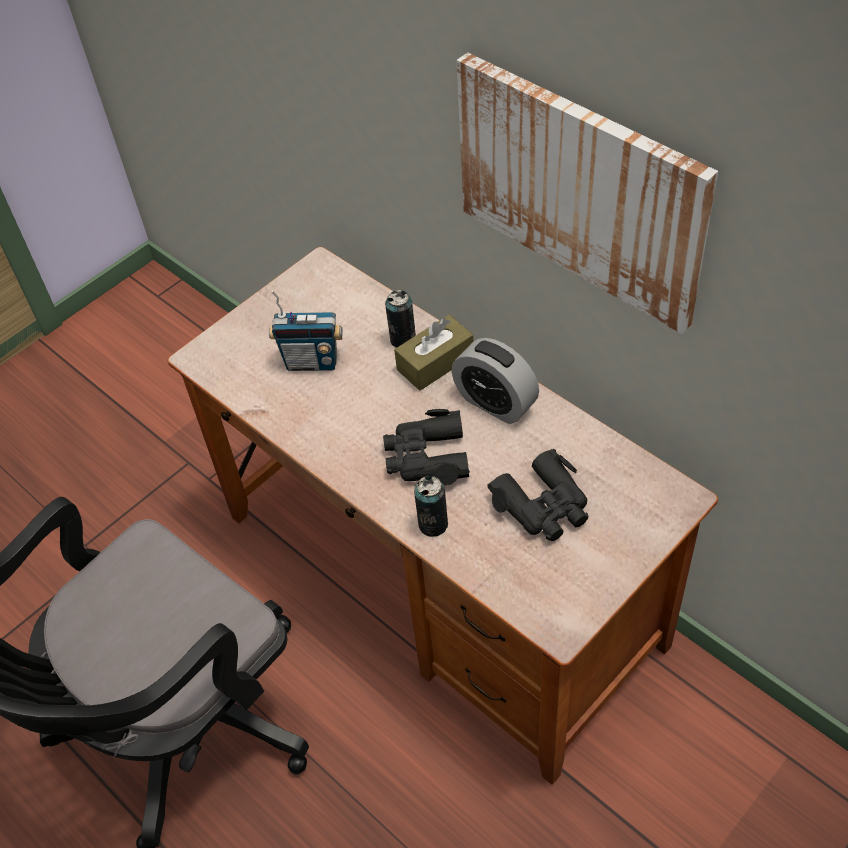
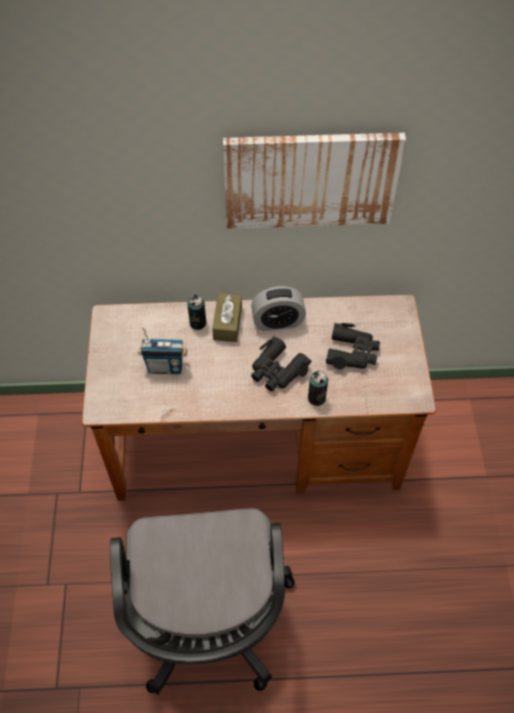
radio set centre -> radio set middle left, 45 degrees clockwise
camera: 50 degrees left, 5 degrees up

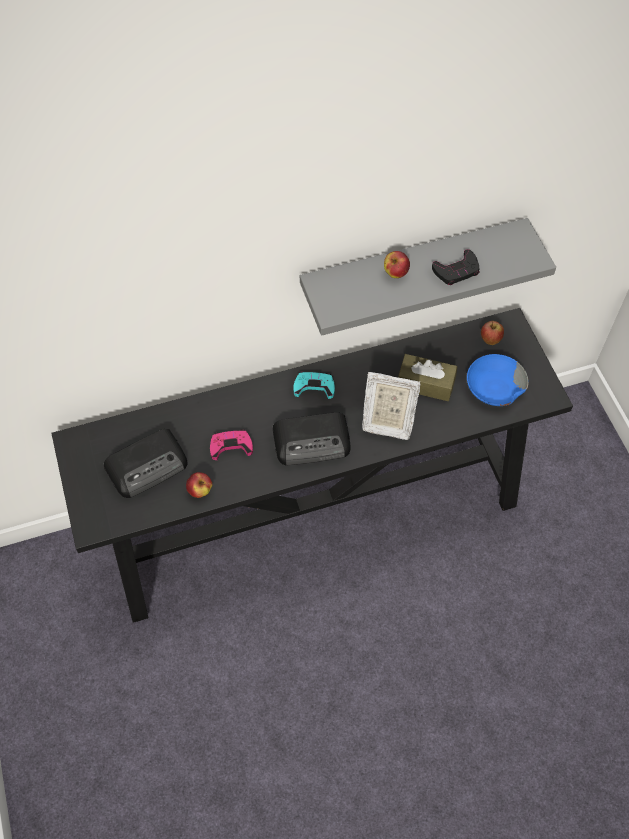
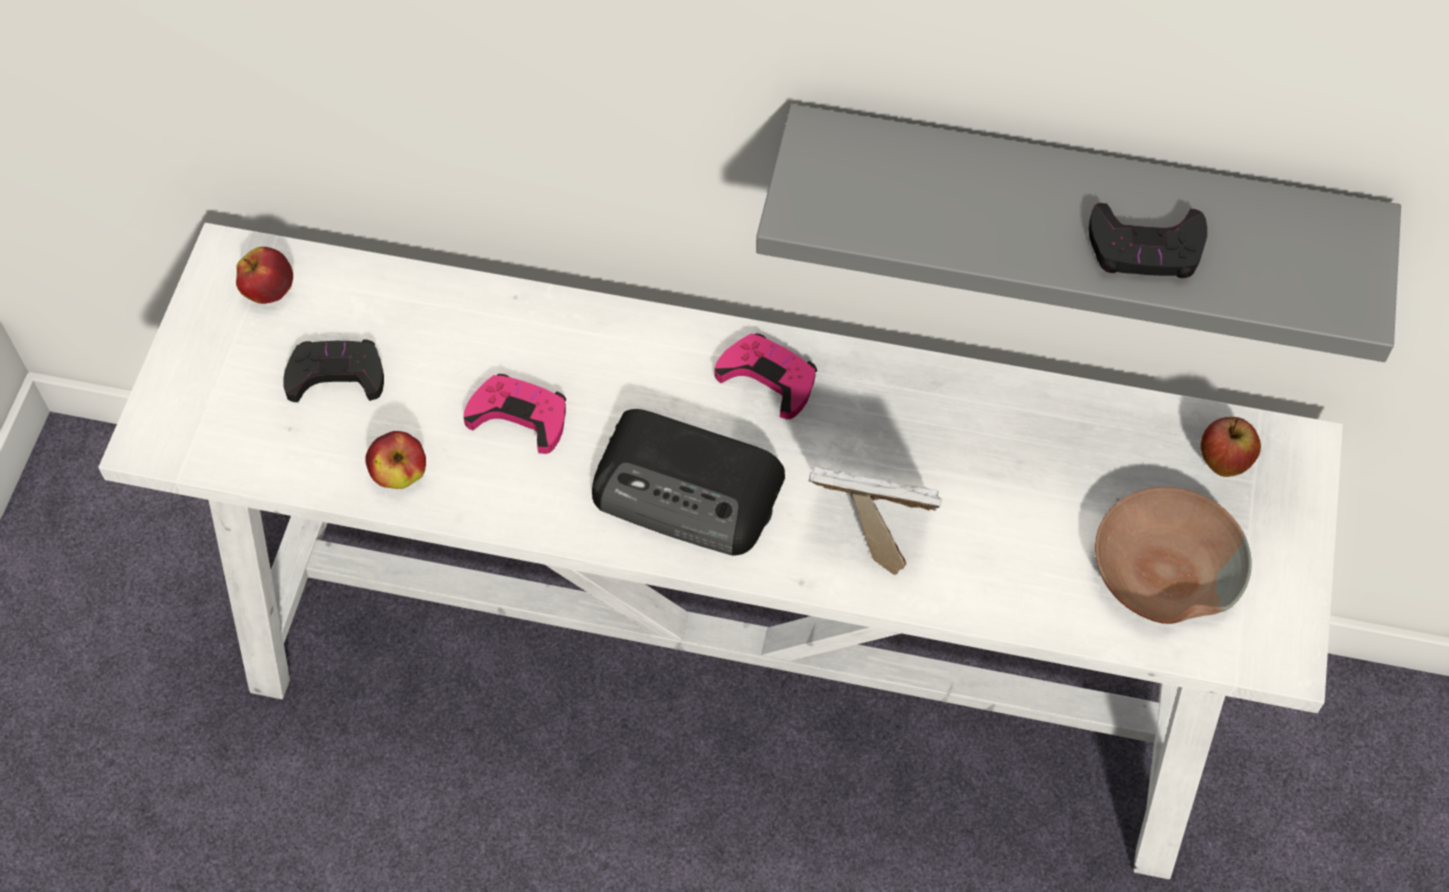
brown-coloured box of tissues middle right -> none
apple fruit (no. 2 from left in the first image) top centre -> apple fruit (no. 1 from left) top left, relocated
radio set (no. 1 from left) middle left -> black-coloured gamepad (no. 1 from left) middle left
black-coloured hall table centre -> white hall table centre
turquoise-coloured gamepad centre -> pinkish gamepad (no. 2 from left) centre
blue-coloured deep dish middle right -> brown-coloured deep dish middle right
standing frame centre, 150 degrees clockwise
camera: 30 degrees right, 0 degrees up

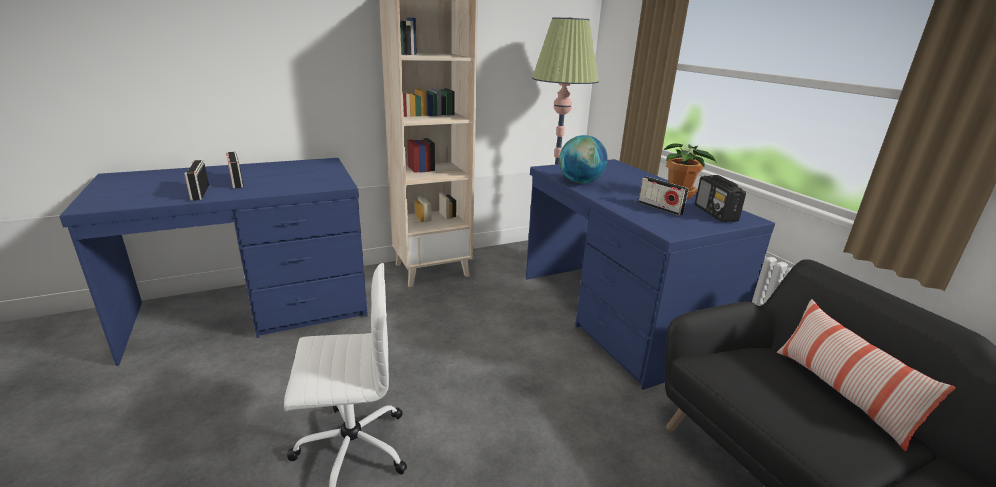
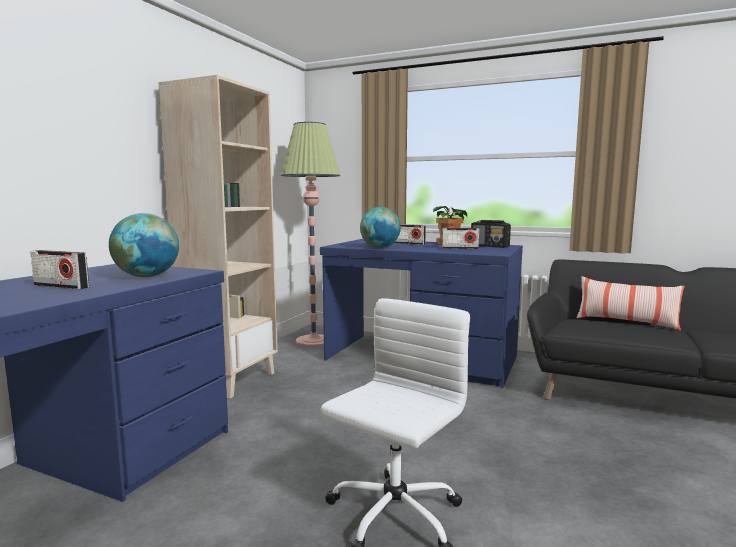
none -> desk globe (no. 1 from left) middle left
radio set (no. 1 from left in the first image) middle left -> radio set (no. 2 from left) centre, relocated
camera: 40 degrees left, 15 degrees down

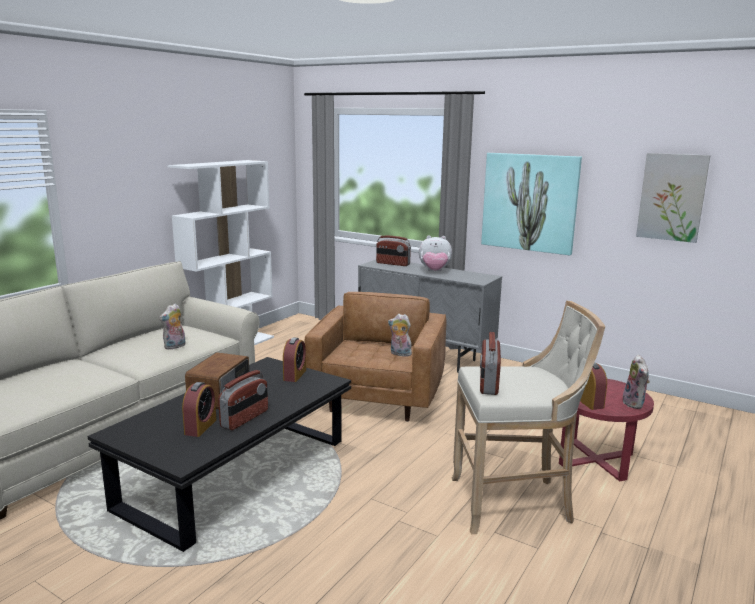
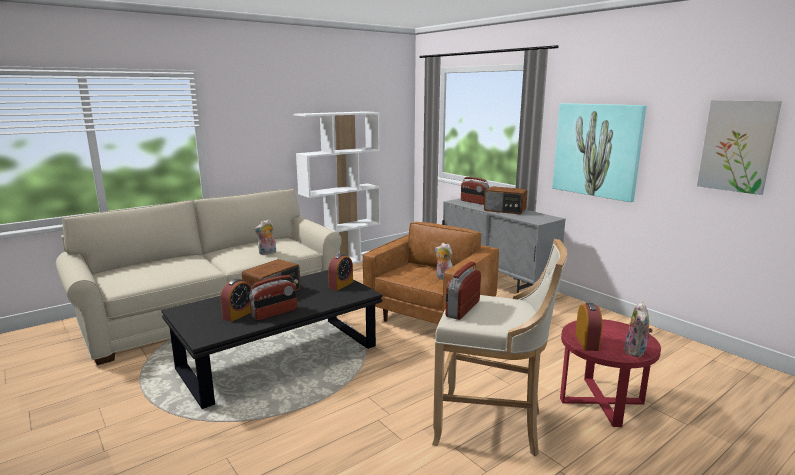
plush toy (no. 3 from left) centre -> radio set (no. 5 from left) centre
camera: 20 degrees right, 0 degrees up

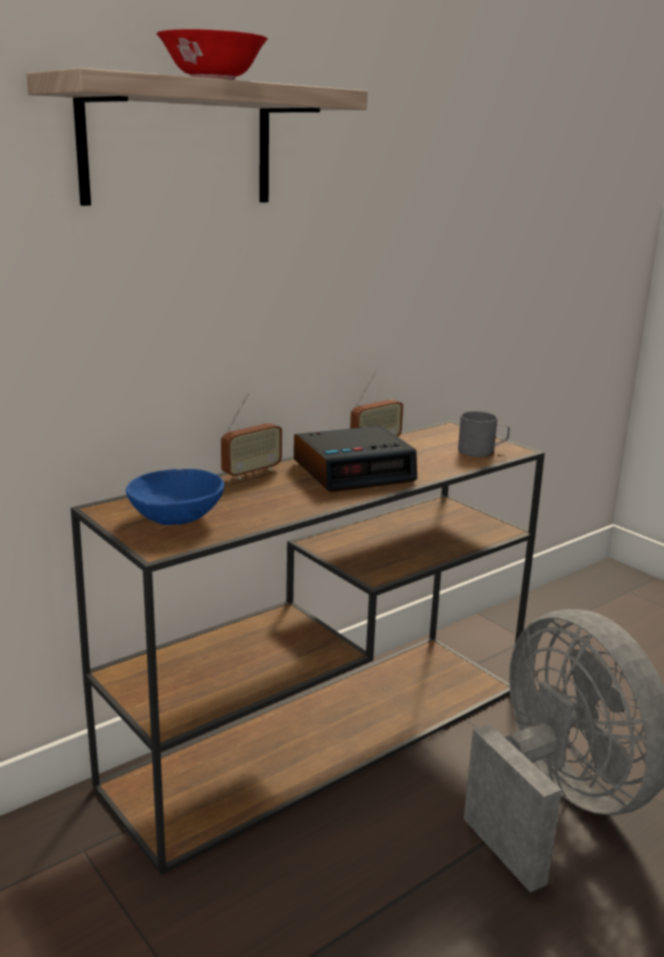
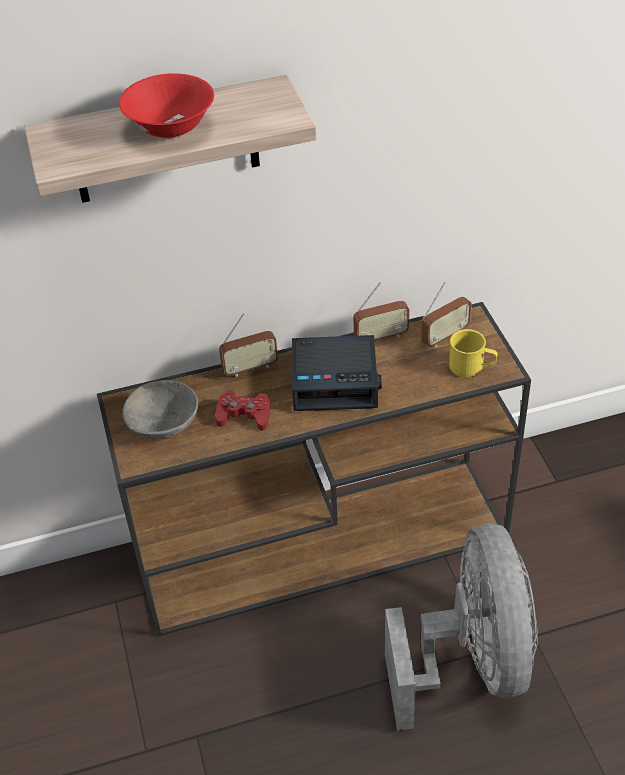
none -> reddish gamepad centre
none -> radio set (no. 3 from left) middle right
blue-coloured deep dish middle left -> gray deep dish middle left
gray tea mug middle right -> yellow-coloured tea mug middle right
camera: 25 degrees right, 25 degrees up

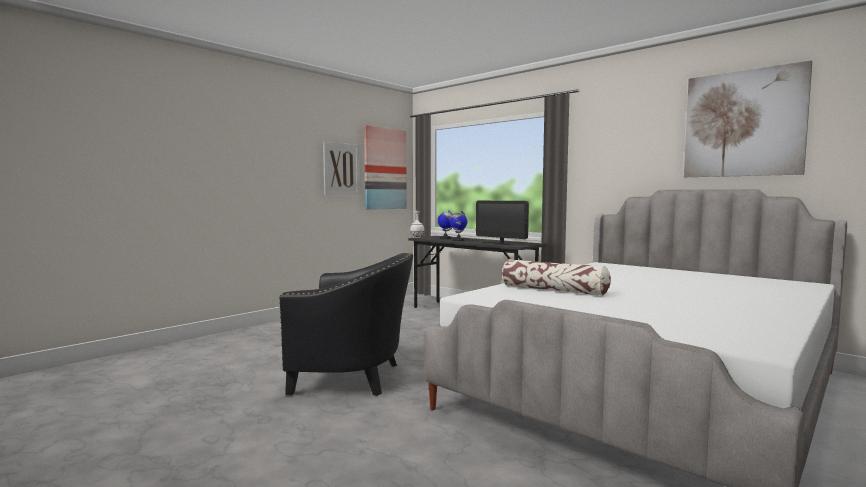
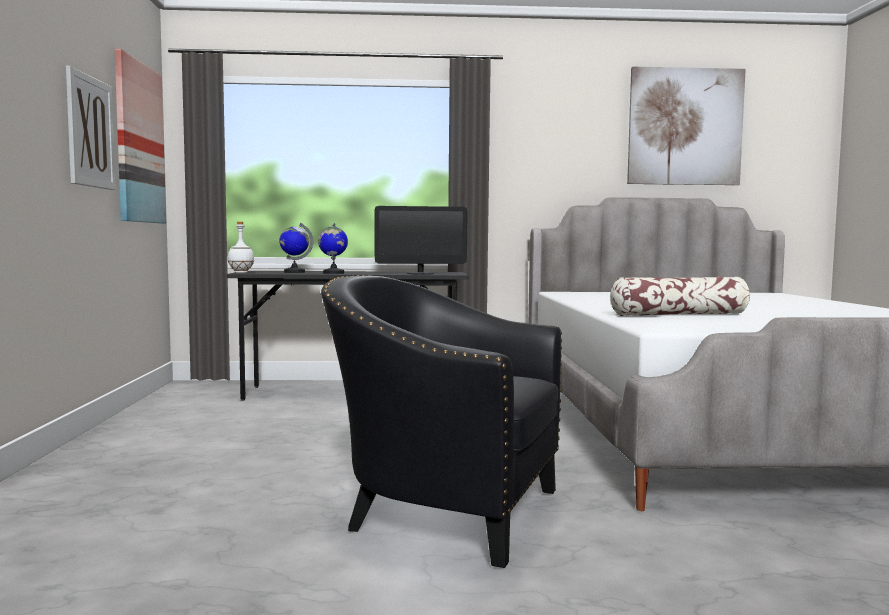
black-coloured lounge chair centre -> black-coloured lounge chair bottom centre, 120 degrees counterclockwise
camera: 45 degrees left, 0 degrees up

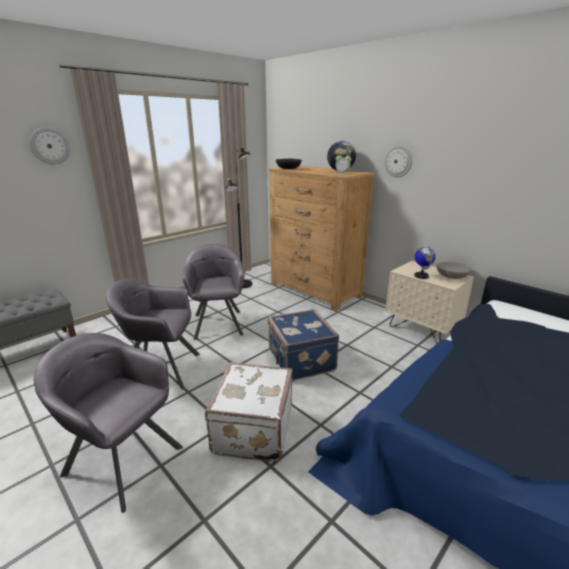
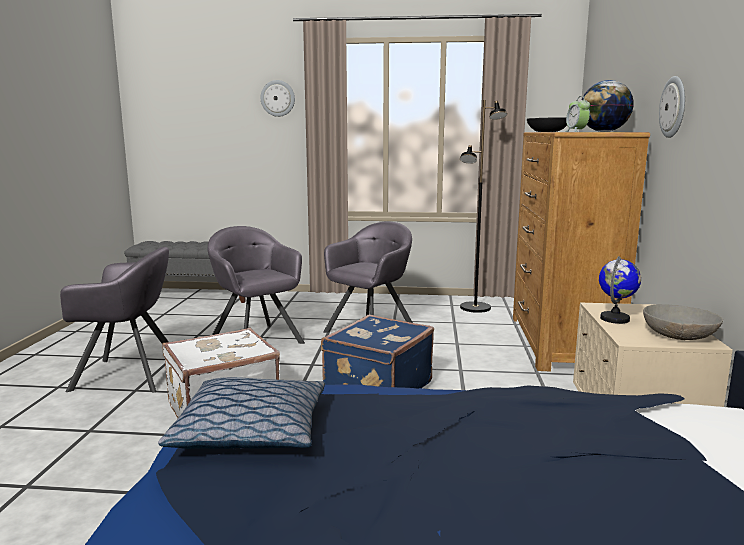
none -> throw pillow bottom left
gray lounge chair (no. 1 from left) bottom left -> gray lounge chair (no. 1 from left) middle left, 105 degrees clockwise
camera: 50 degrees right, 10 degrees down

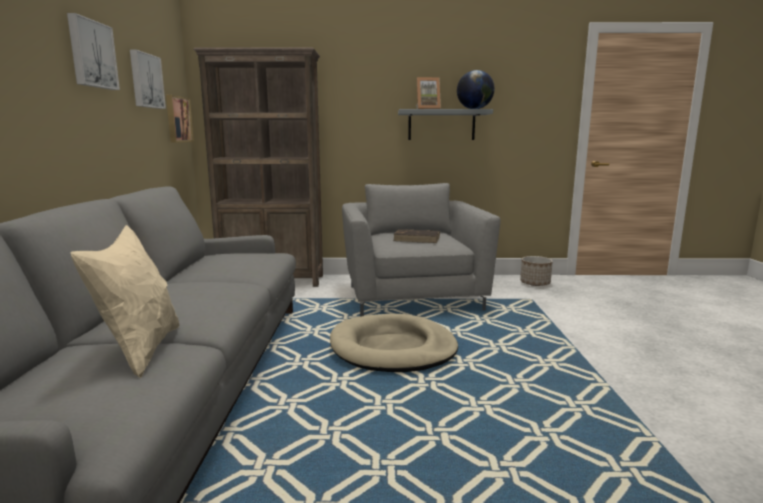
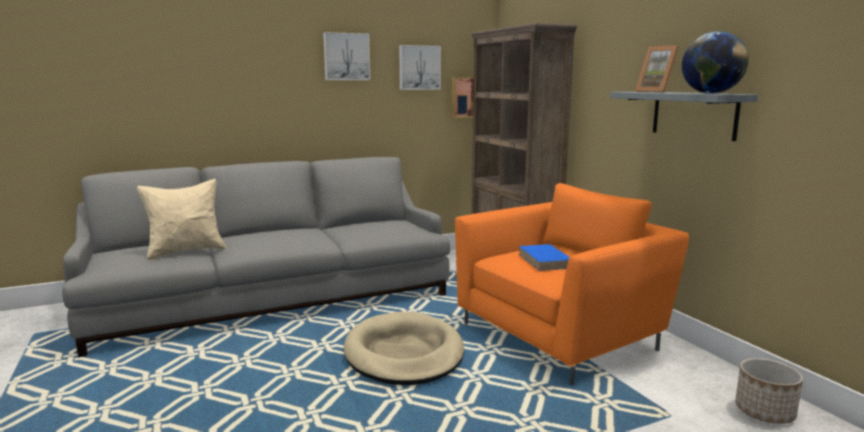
gray lounge chair centre -> orange lounge chair centre
brown-coloured bound book centre -> blue-coloured bound book centre
camera: 65 degrees right, 0 degrees up

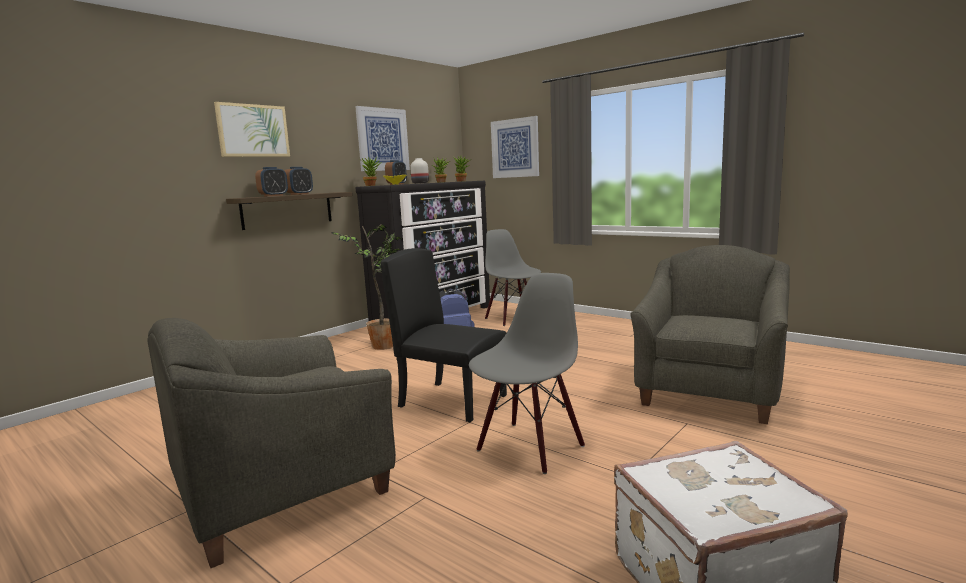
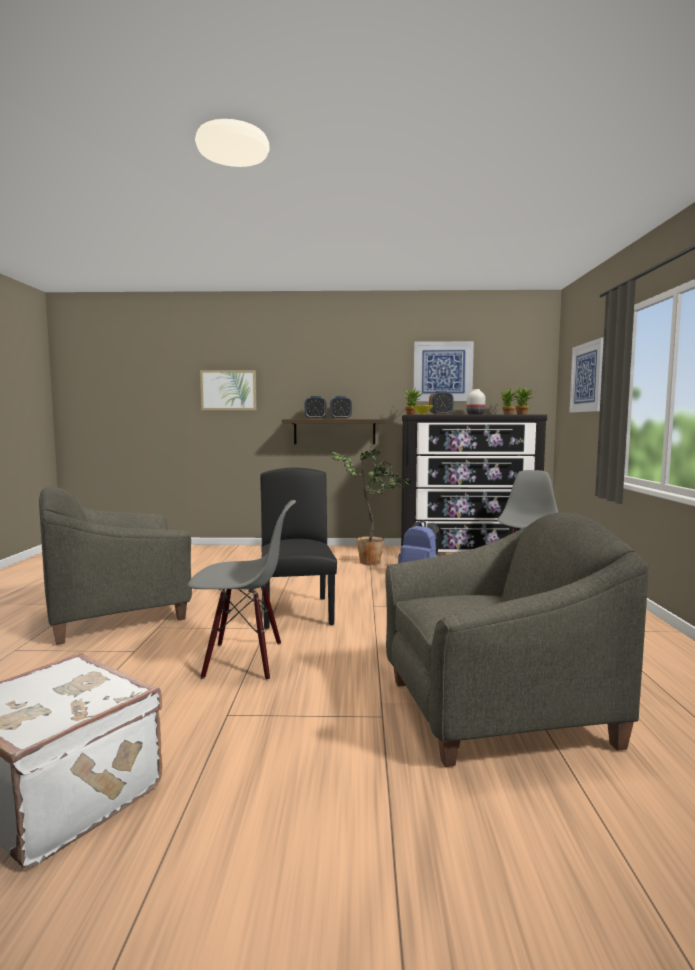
wall art (no. 1 from left) top left -> wall art (no. 1 from left) middle left, relocated
gray lounge chair (no. 1 from left) bottom left -> gray lounge chair (no. 1 from left) middle left, 45 degrees counterclockwise
camera: 50 degrees right, 5 degrees down

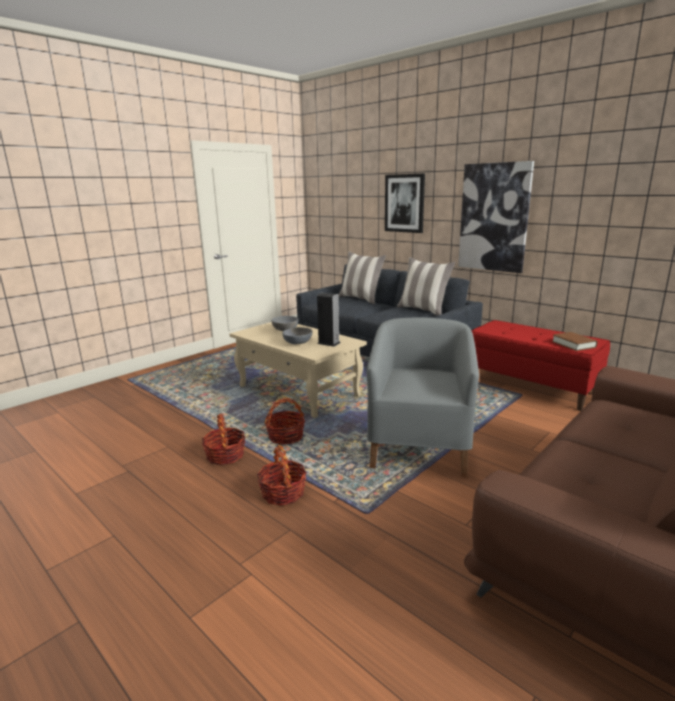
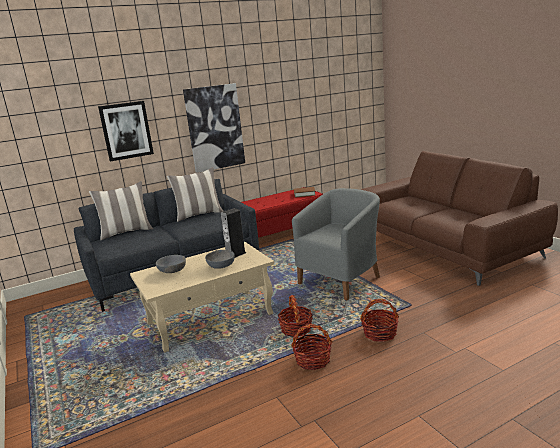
gray lounge chair centre, 105 degrees clockwise
camera: 70 degrees left, 0 degrees up

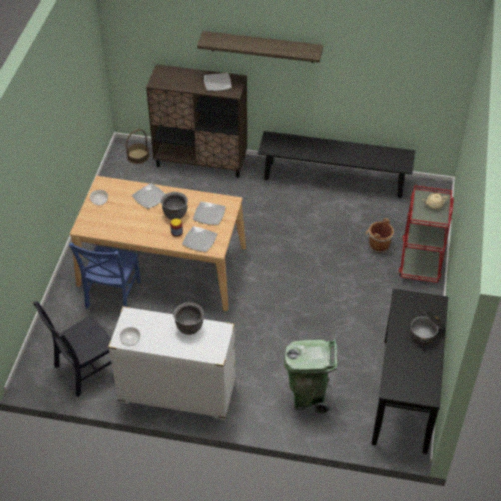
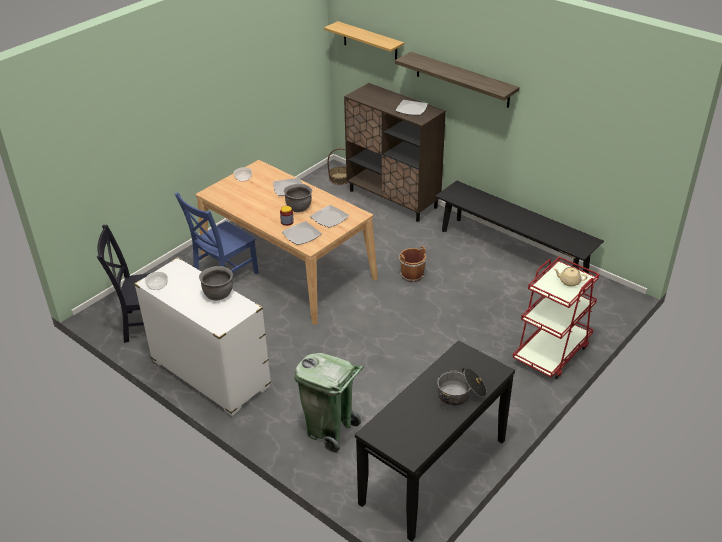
none -> shelf (no. 1 from left) top centre
brown-coloured pail middle right -> brown-coloured pail centre, relocated
camera: 30 degrees right, 10 degrees down

